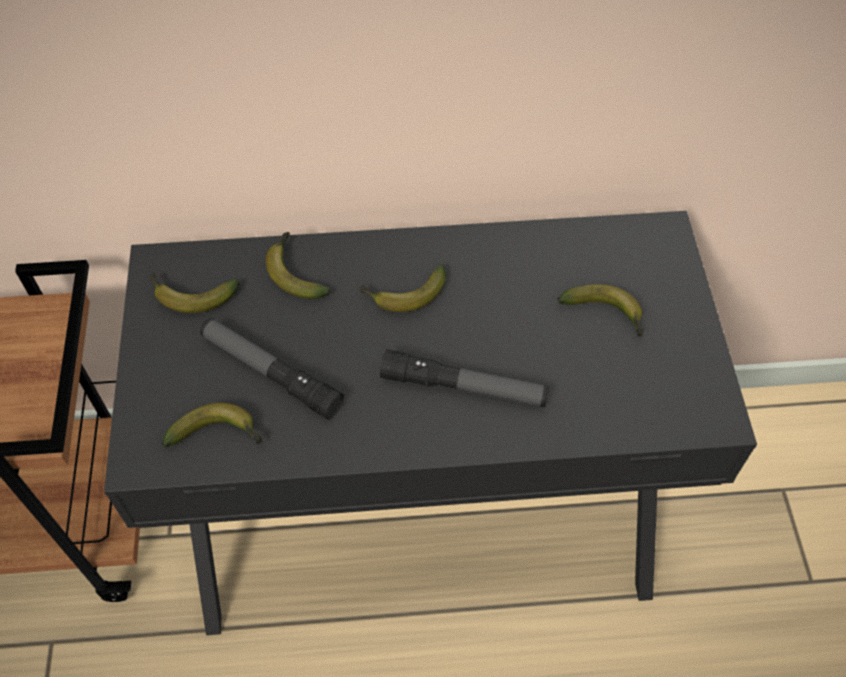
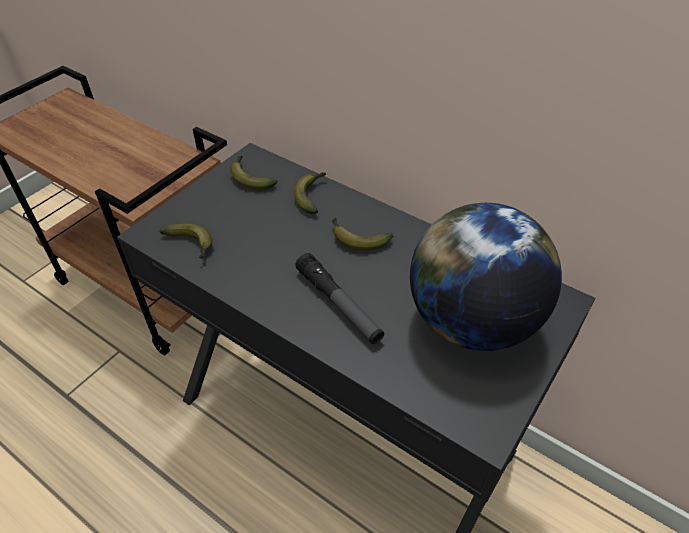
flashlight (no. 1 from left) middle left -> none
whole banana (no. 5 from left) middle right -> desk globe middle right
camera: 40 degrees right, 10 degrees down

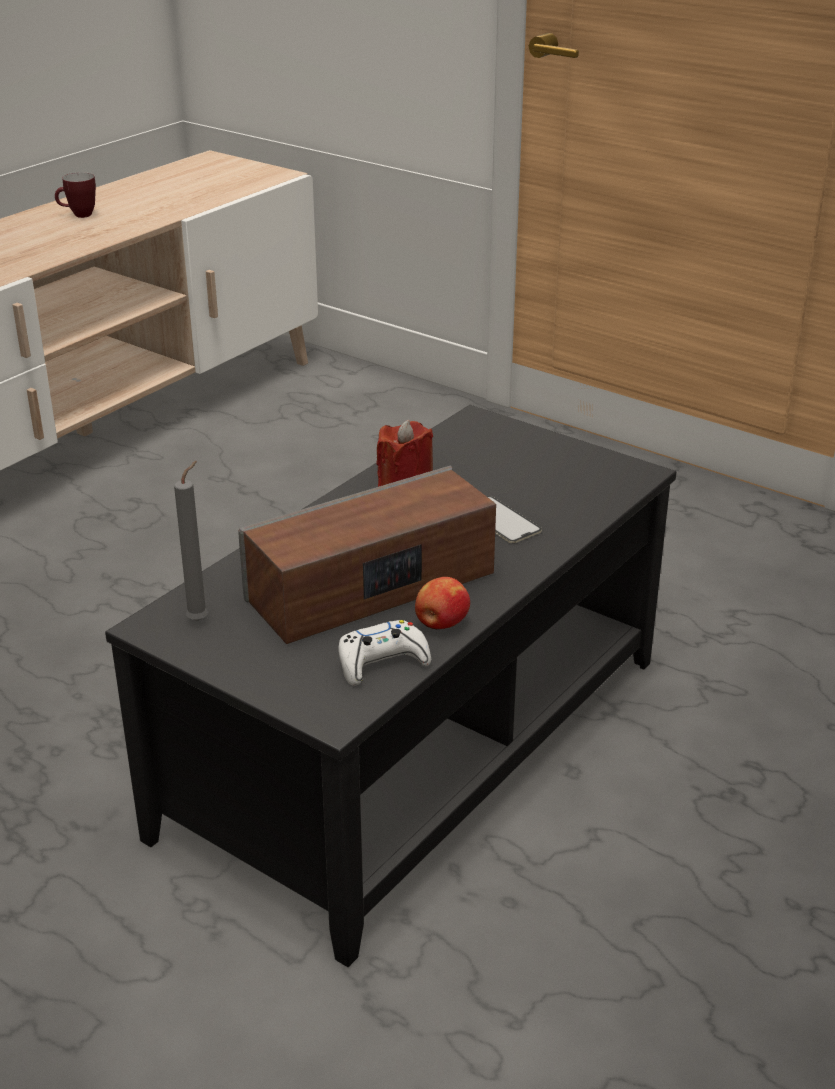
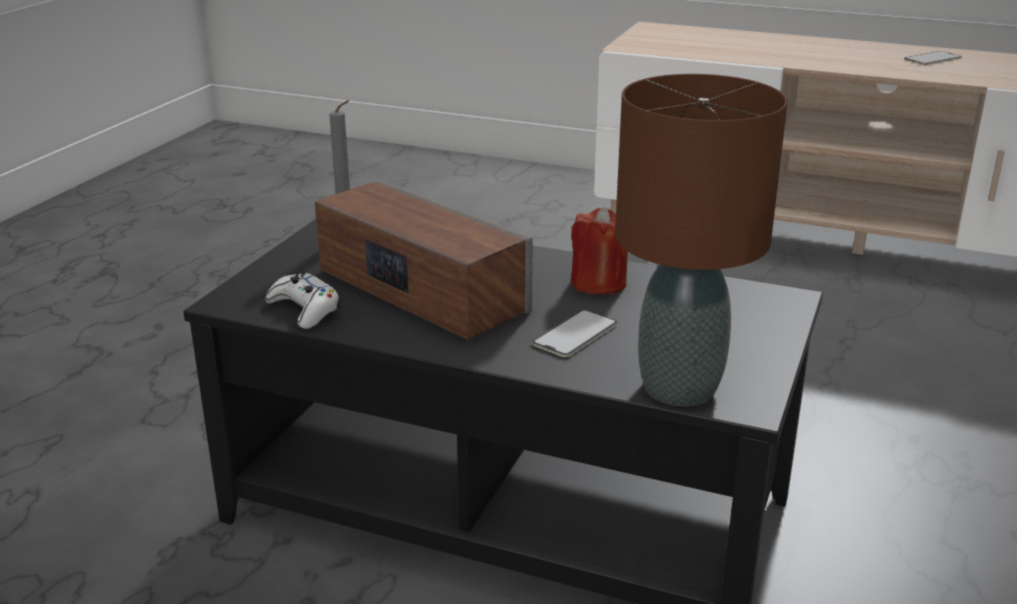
apple fruit centre -> none
none -> brown-coloured lamp for a table middle right
tea mug top left -> telephone (no. 2 from left) top right
camera: 75 degrees right, 5 degrees down

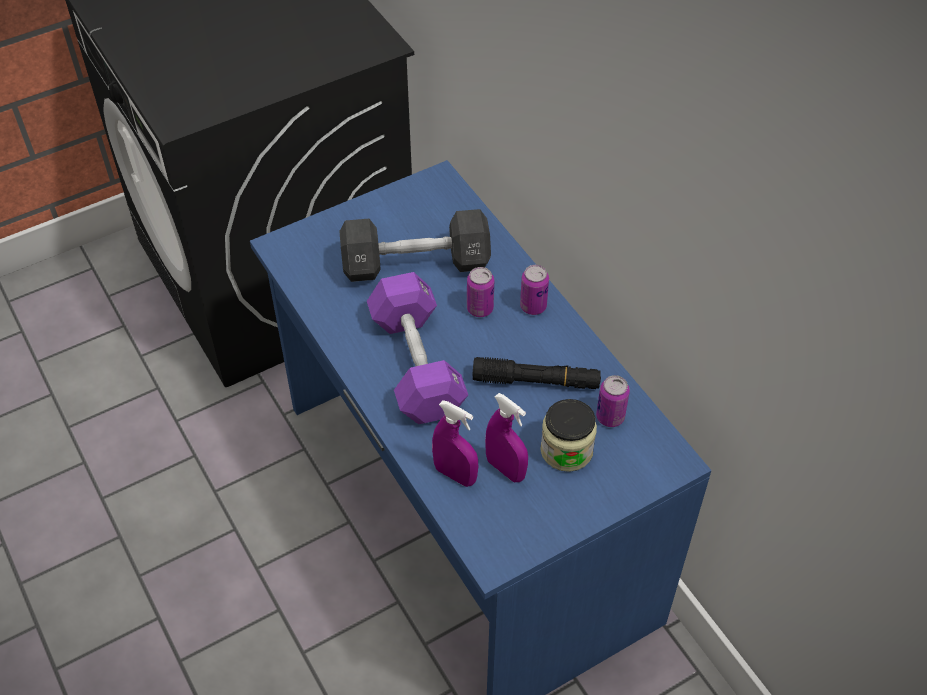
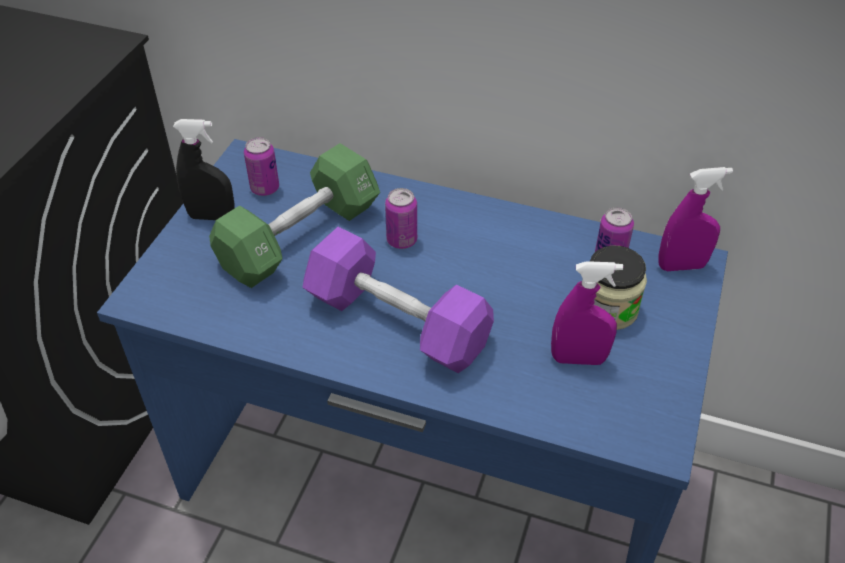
black-coloured flashlight centre -> none
none -> black-coloured spray bottle top left
purple spray bottle (no. 1 from left in the first image) centre -> purple spray bottle (no. 2 from left) middle right, relocated
sealed can (no. 2 from left in the first image) centre -> sealed can (no. 1 from left) top left, relocated
black-coloured free weight centre -> green free weight centre
camera: 40 degrees left, 5 degrees down

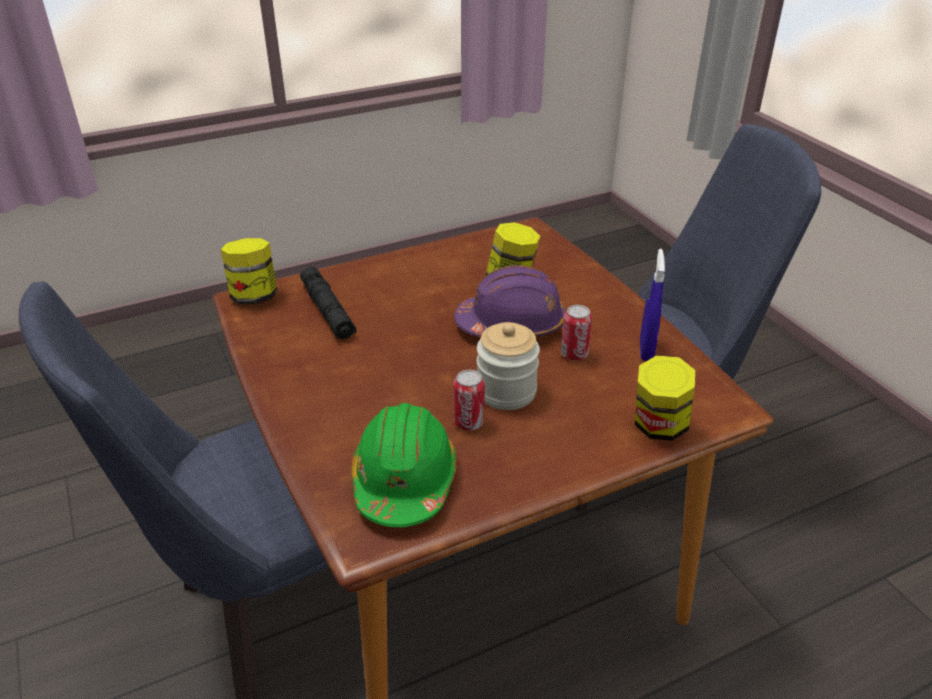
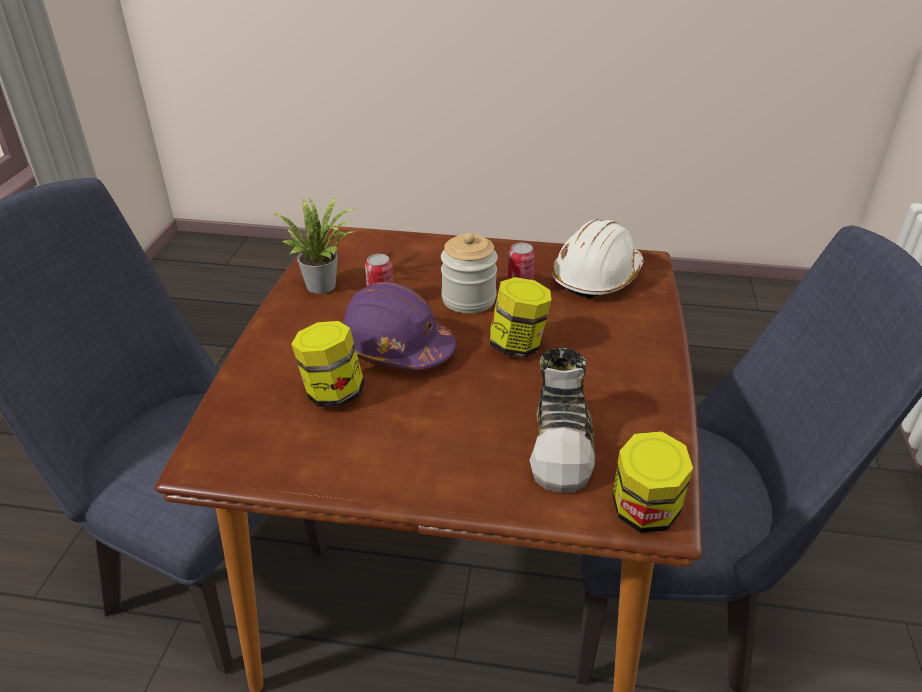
jar (no. 4 from left in the first image) middle right -> jar (no. 3 from left) centre, relocated
black-coloured flashlight centre -> item of footwear centre
blue-coloured spray bottle middle right -> plant in a pot centre
green work helmet centre -> white work helmet centre
camera: 145 degrees left, 0 degrees up

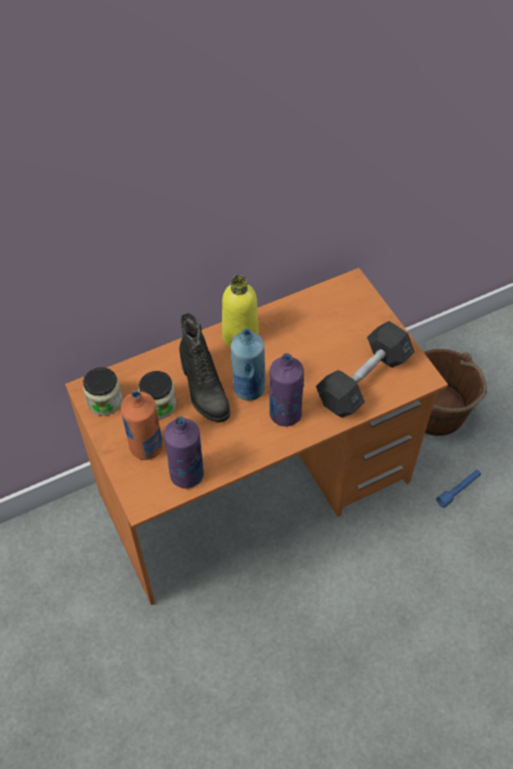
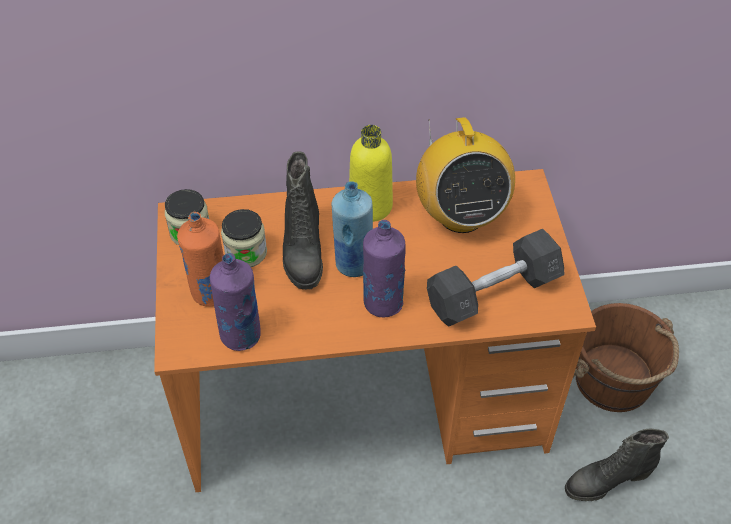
none -> radio set centre
blue-coloured flashlight middle right -> black-coloured tall boot (no. 2 from left) bottom right
camera: 20 degrees right, 5 degrees down

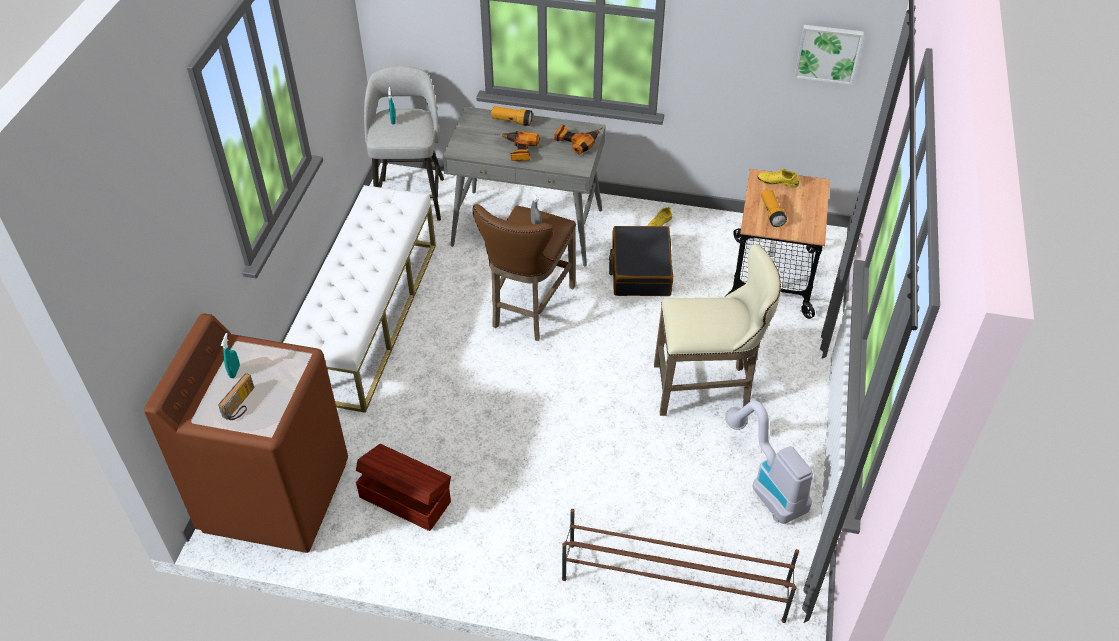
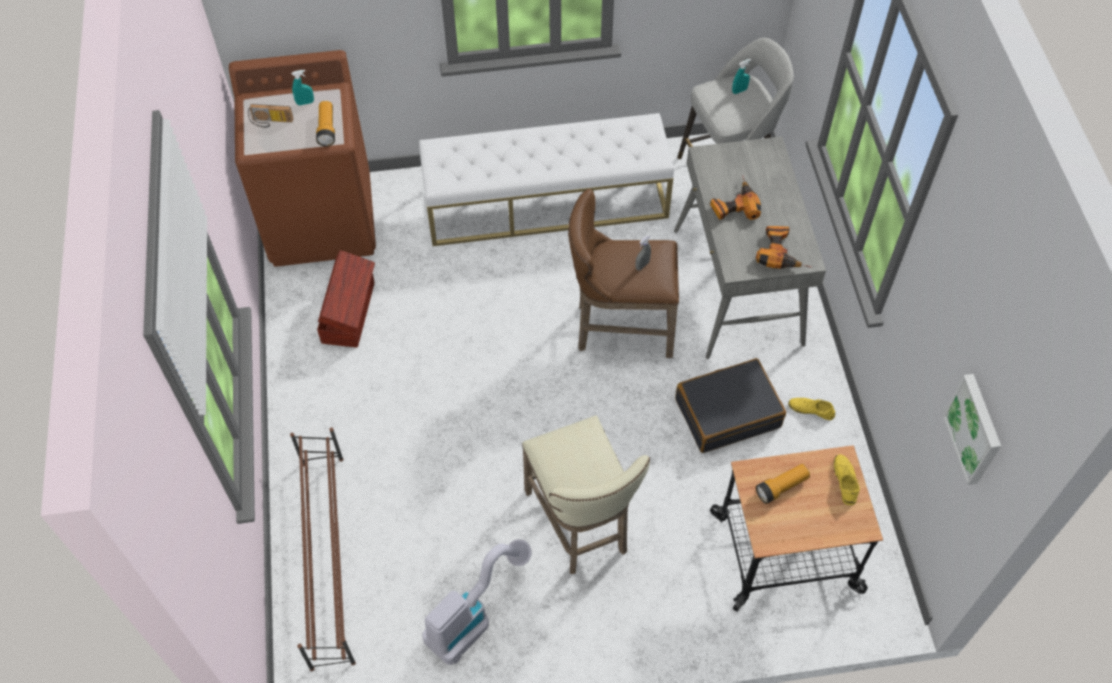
flashlight (no. 1 from left) top centre -> flashlight (no. 1 from left) top left, relocated
camera: 70 degrees right, 10 degrees up

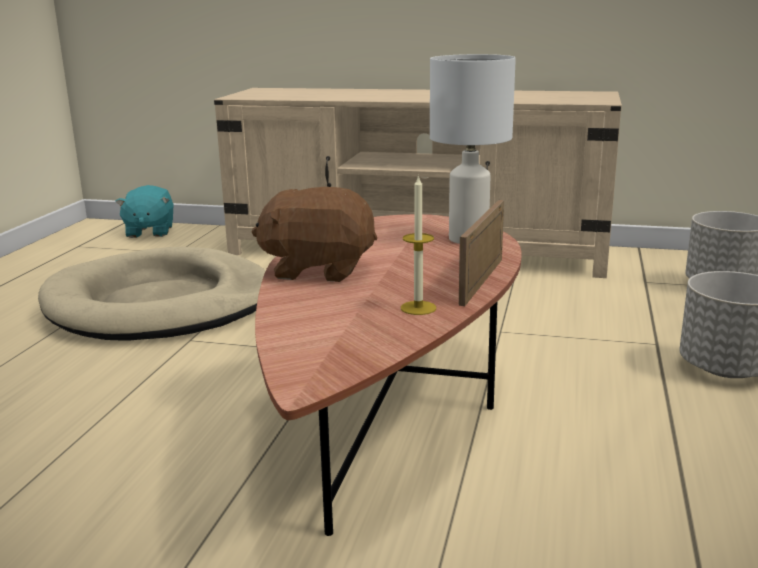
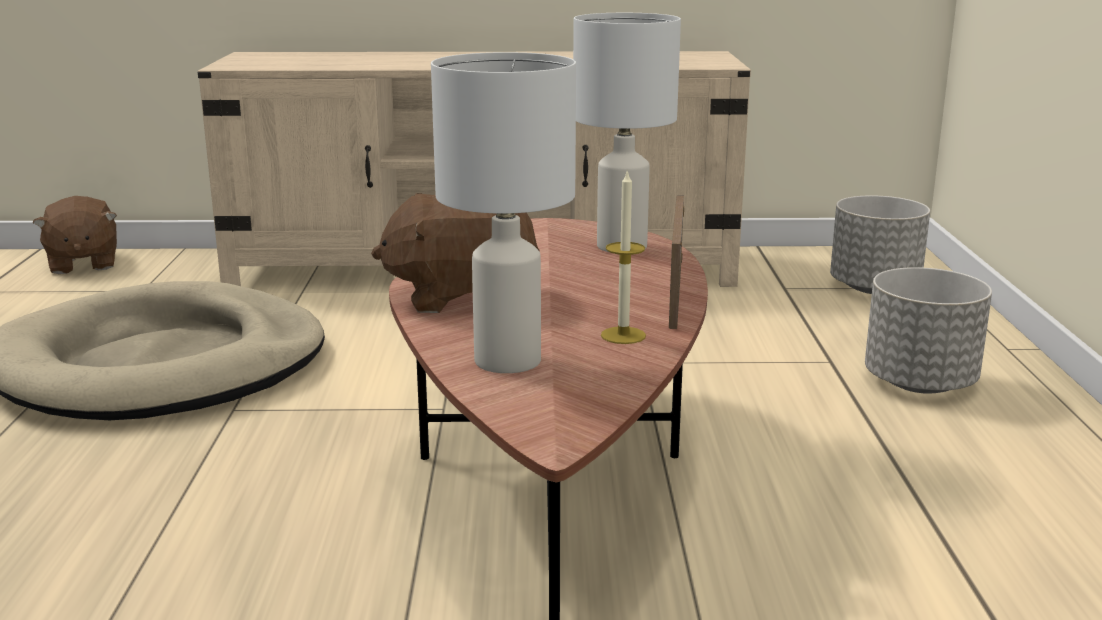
none -> white lamp for a table (no. 1 from left) centre
turquoise-coloured plush toy middle left -> brown-coloured plush toy (no. 1 from left) middle left
camera: 15 degrees left, 0 degrees up

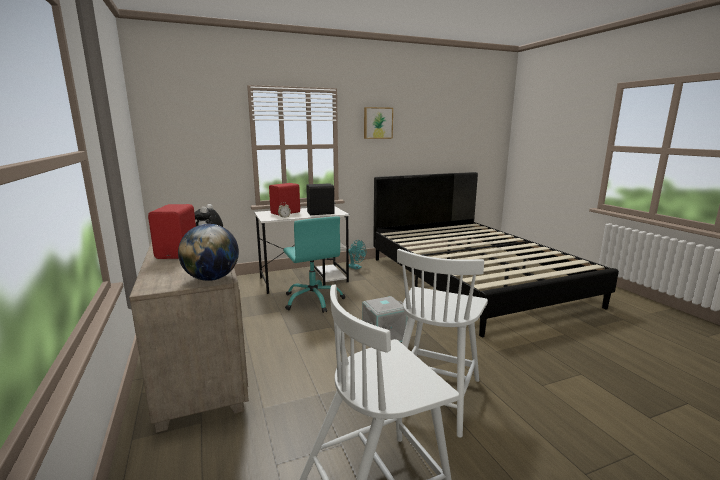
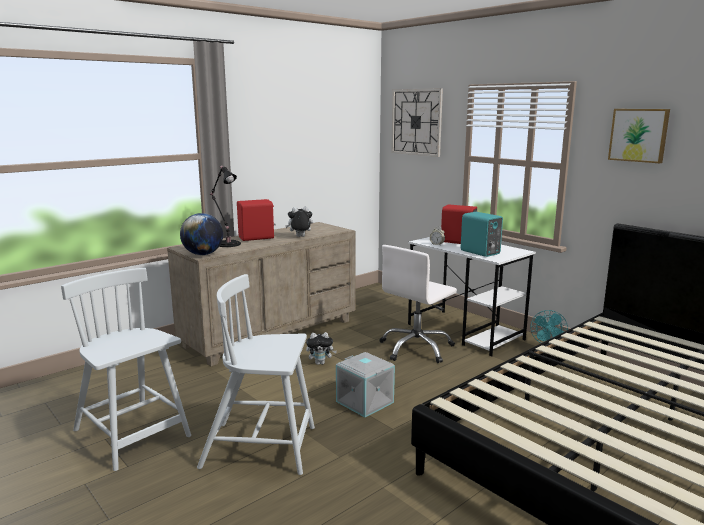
none -> black-coloured lamp for a table middle left
none -> plush toy (no. 2 from left) centre
none -> clock on the wall top centre
turquoise-coloured desk chair centre -> white desk chair centre
black-coloured loudspeaker centre -> turquoise-coloured loudspeaker middle right
camera: 70 degrees right, 0 degrees up

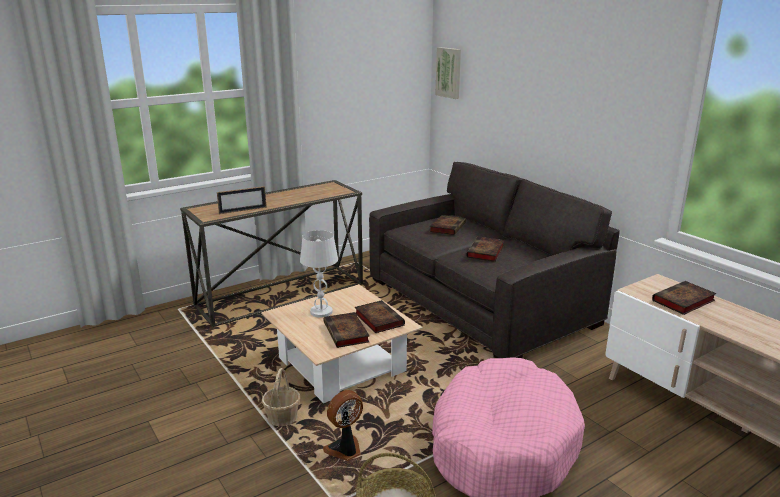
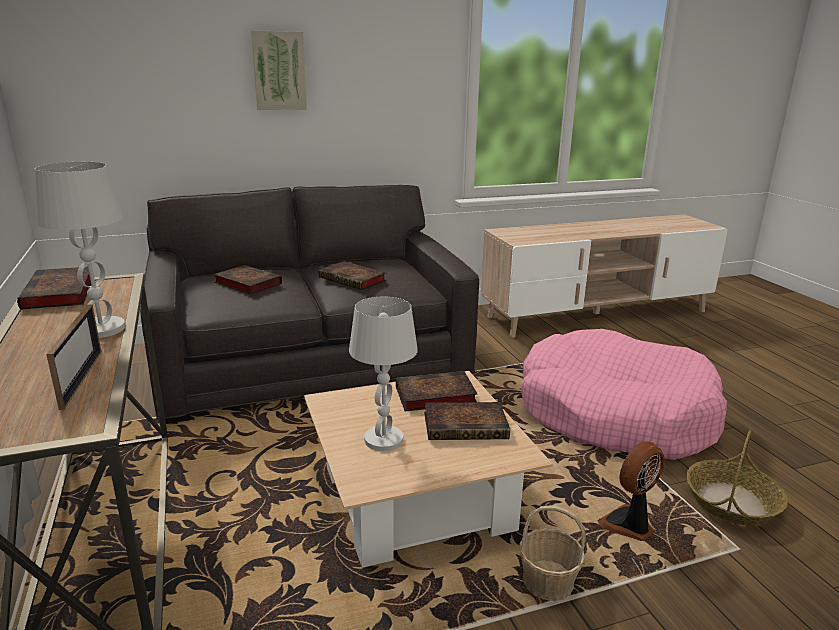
none -> white lamp for a table (no. 1 from left) middle left
wall art top centre -> wall art top left, relocated
bound book (no. 5 from left in the first image) middle right -> bound book (no. 1 from left) middle left, relocated
fan bottom centre -> fan bottom right, 75 degrees clockwise
camera: 75 degrees left, 0 degrees up

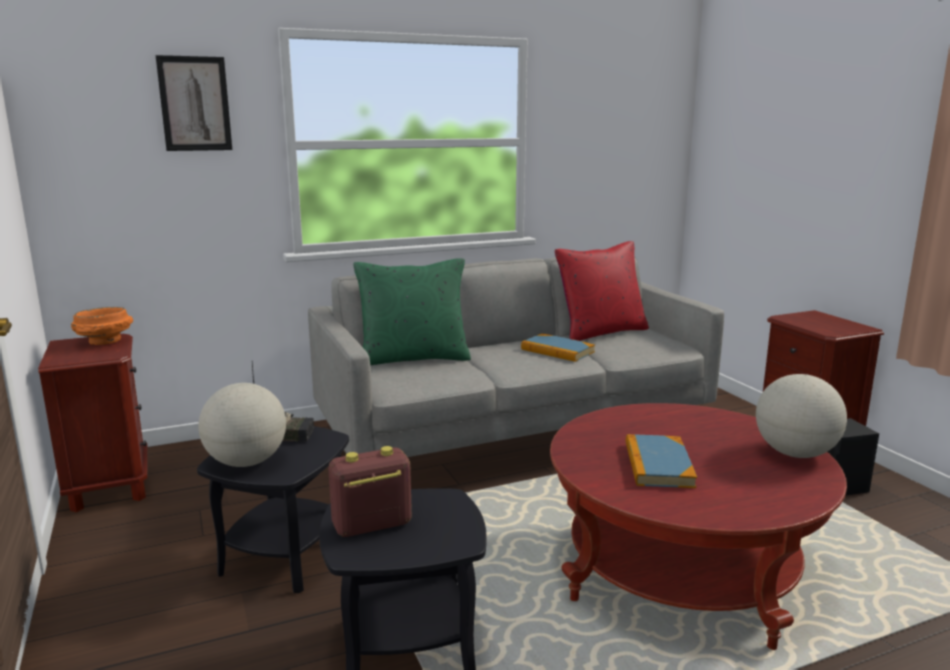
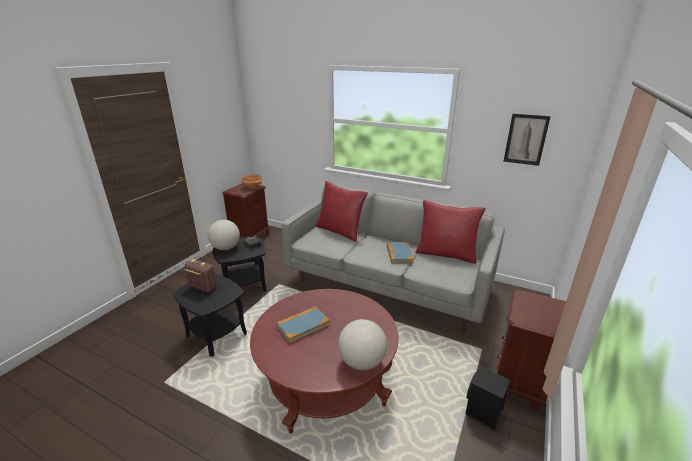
wall art top left -> wall art top right, relocated
green throw pillow centre -> reddish throw pillow (no. 1 from left) centre
camera: 50 degrees right, 10 degrees up

